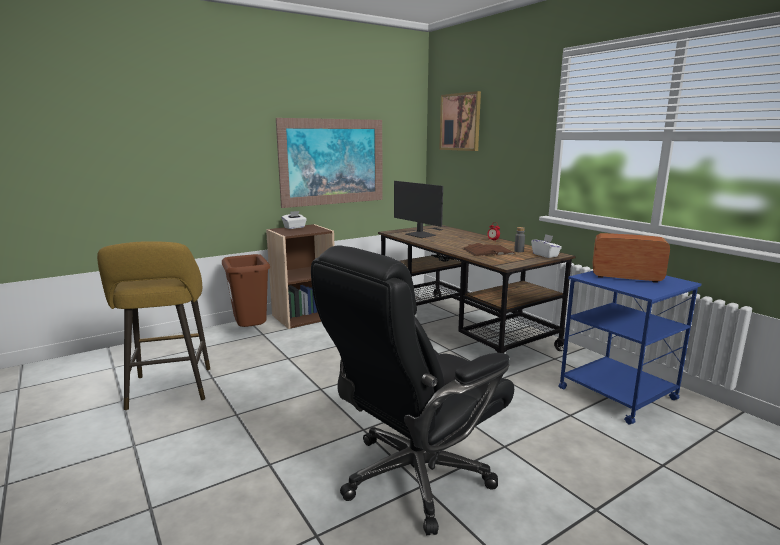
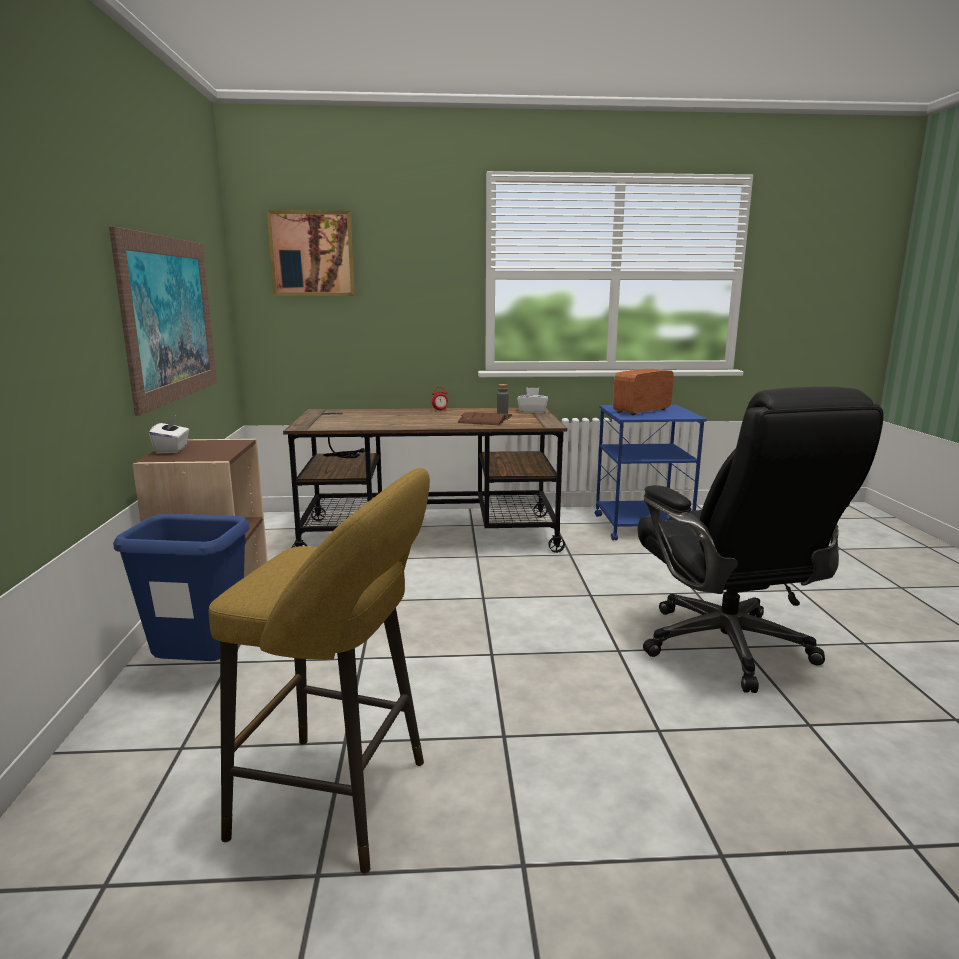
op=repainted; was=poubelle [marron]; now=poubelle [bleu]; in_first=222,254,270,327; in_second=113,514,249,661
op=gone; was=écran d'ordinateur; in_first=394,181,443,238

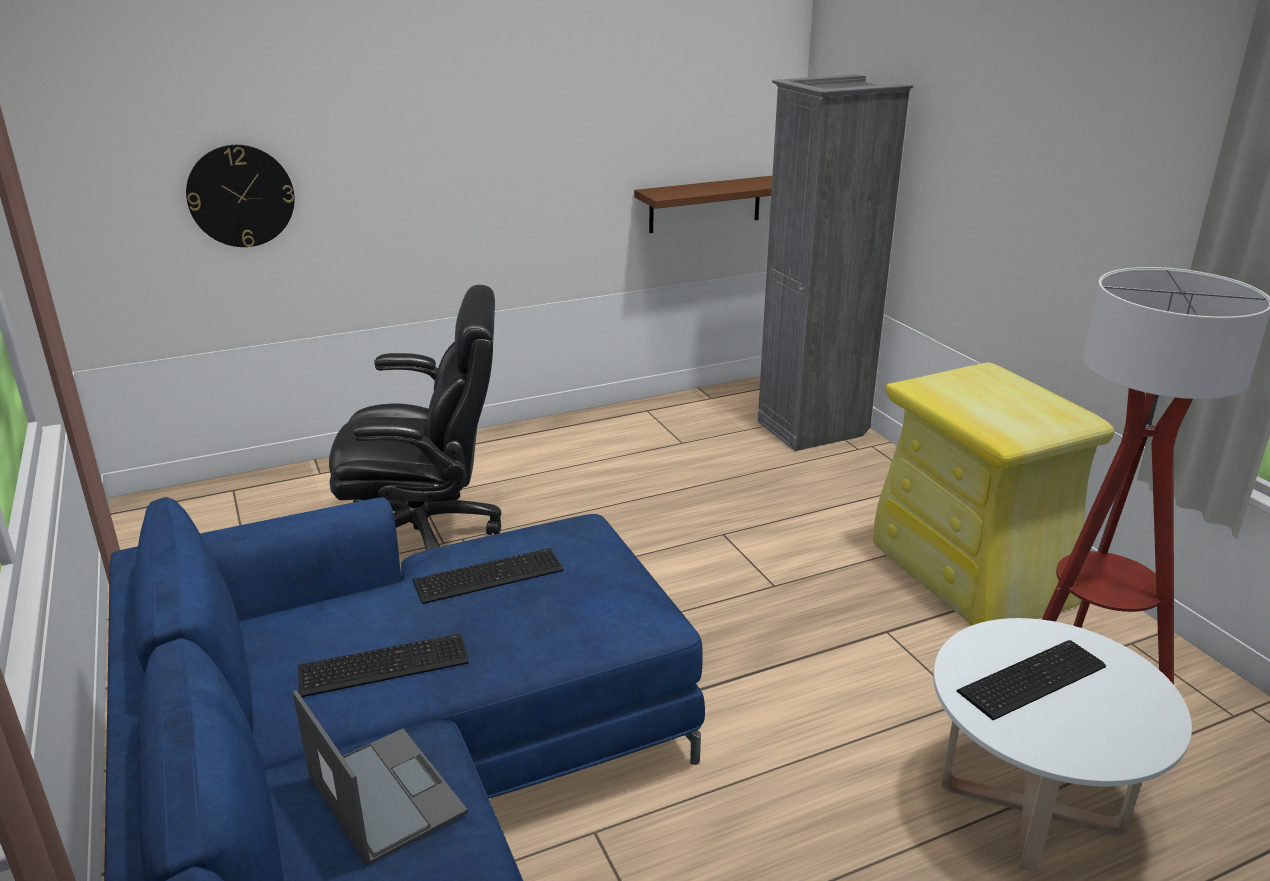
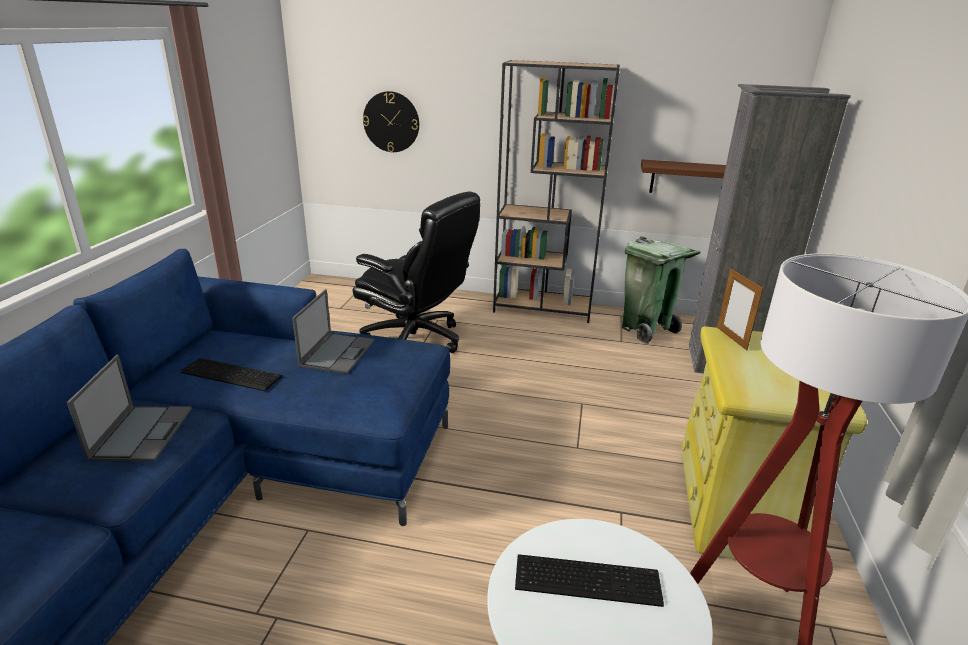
op=swapped; was=clavier; now=ordinateur portable; in_first=413,548,563,604; in_second=292,289,374,374
op=new; now=bibliothèque; in_second=493,60,620,323
op=new; now=poubelle [vert]; in_second=622,236,701,345
op=new; now=cadre photo; in_second=717,269,763,351

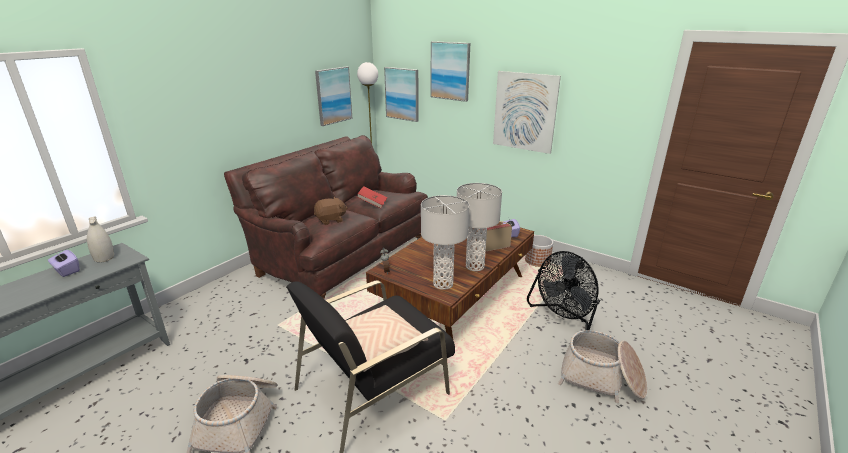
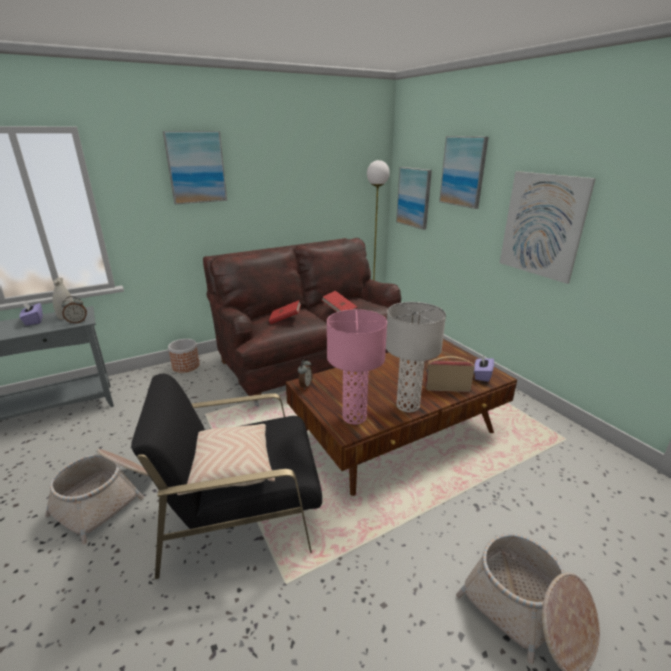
op=swapped; was=peluche [marron]; now=livre [rouge]; in_first=314,197,347,225; in_second=269,300,301,324
op=shifted; was=tableau; in_first=315,66,353,126; in_second=163,131,227,204
op=repainted; was=lampe de table [blanc]; now=lampe de table [rose]; in_first=421,195,469,290; in_second=327,309,387,424
op=shifted; was=cache-pot; in_first=525,235,553,267; in_second=168,339,200,373
op=gone; was=ventilateur [noir]; in_first=527,251,600,330
op=new; now=réveil; in_second=61,296,87,324

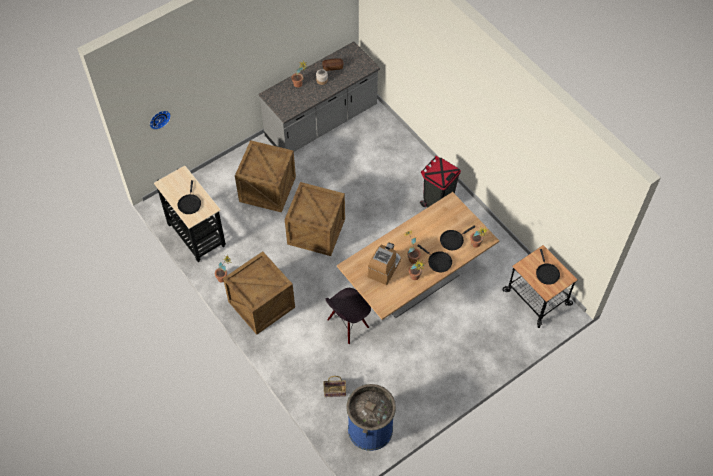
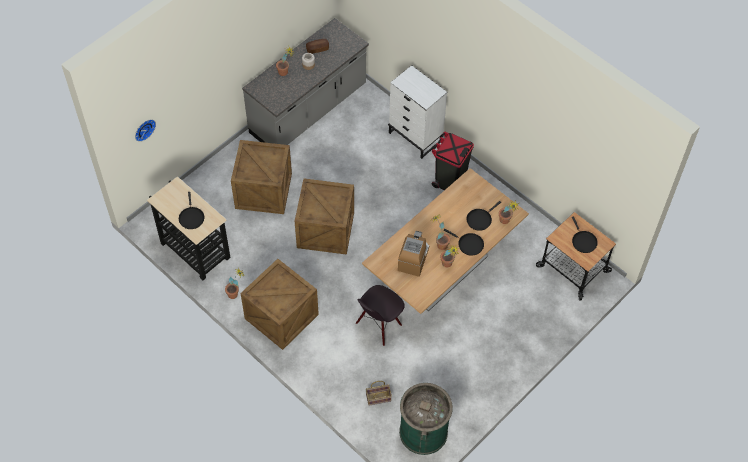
op=repainted; was=poubelle [bleu]; now=poubelle [vert]; in_first=346,384,396,451; in_second=399,383,453,455
op=new; now=commode [blanc]; in_second=388,65,448,159

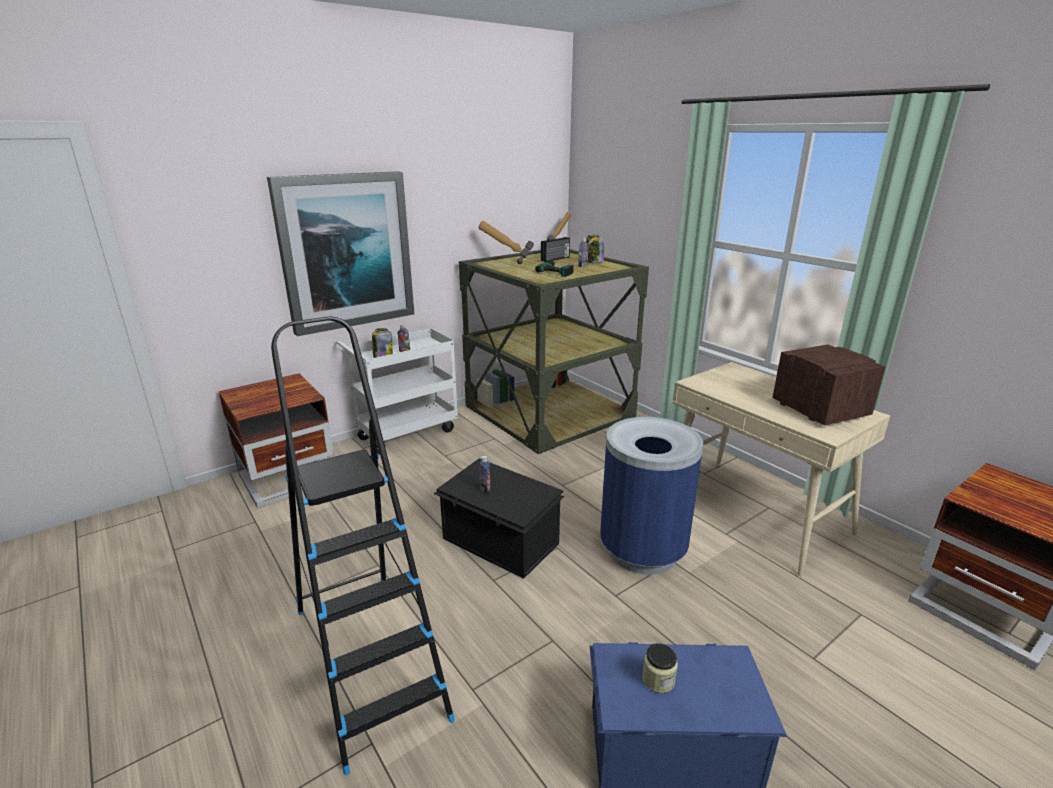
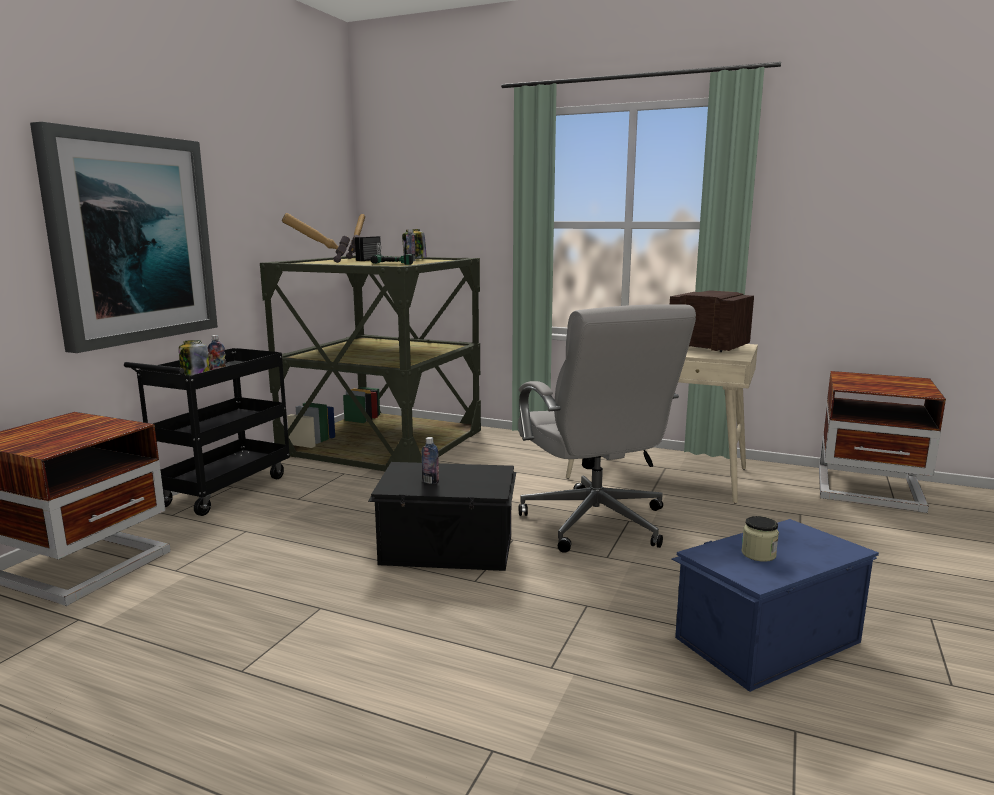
op=gone; was=escabeau [noir]; in_first=271,316,455,775
op=repainted; was=chariot [blanc]; now=chariot [noir]; in_first=336,328,458,455; in_second=124,348,290,516
op=swapped; was=poubelle [bleu]; now=chaise de bureau [gris]; in_first=600,417,703,575; in_second=518,304,696,553

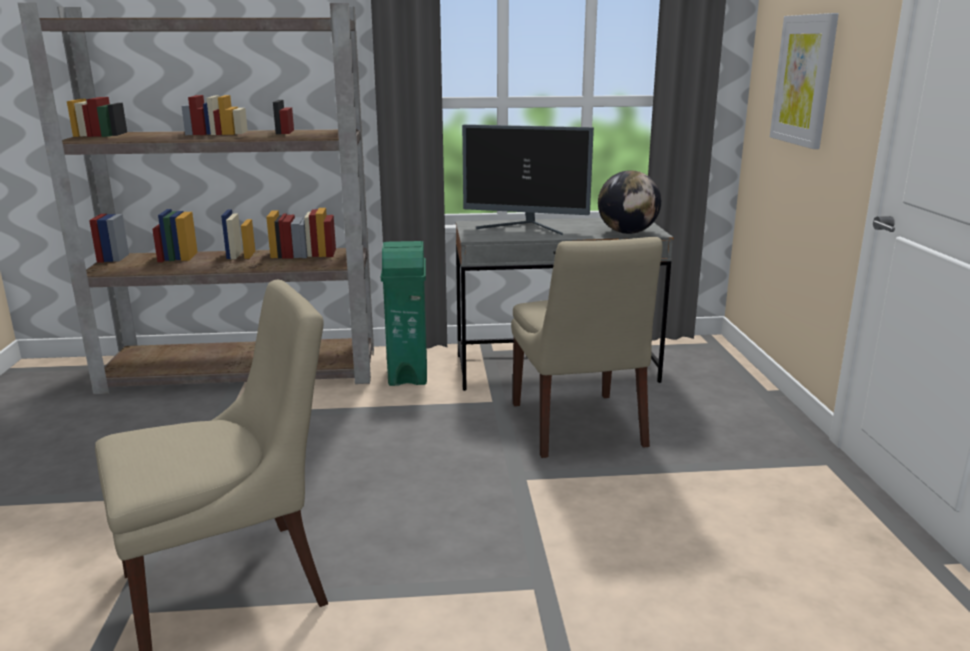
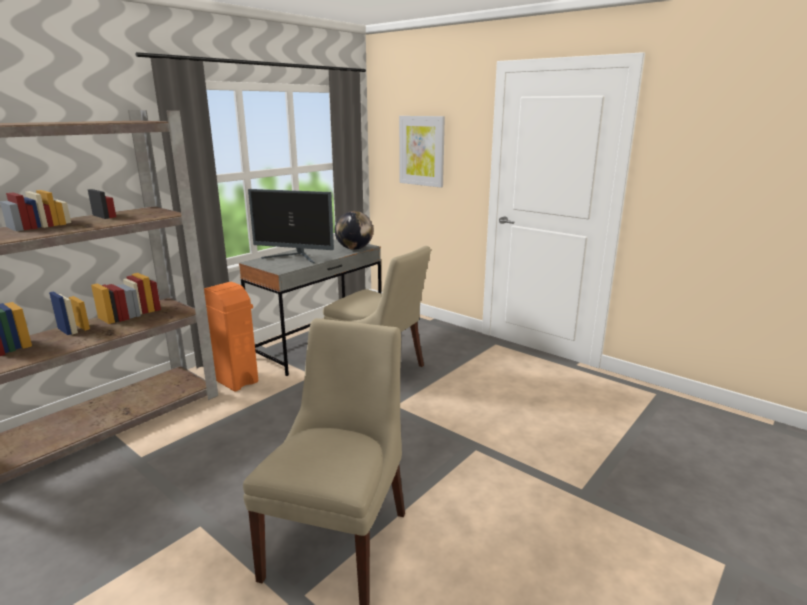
op=repainted; was=poubelle [vert]; now=poubelle [orange]; in_first=381,241,427,386; in_second=204,282,258,391
op=rotated; was=écran d'ordinateur; in_first=462,124,594,235; in_second=248,189,334,264; clockwise=45

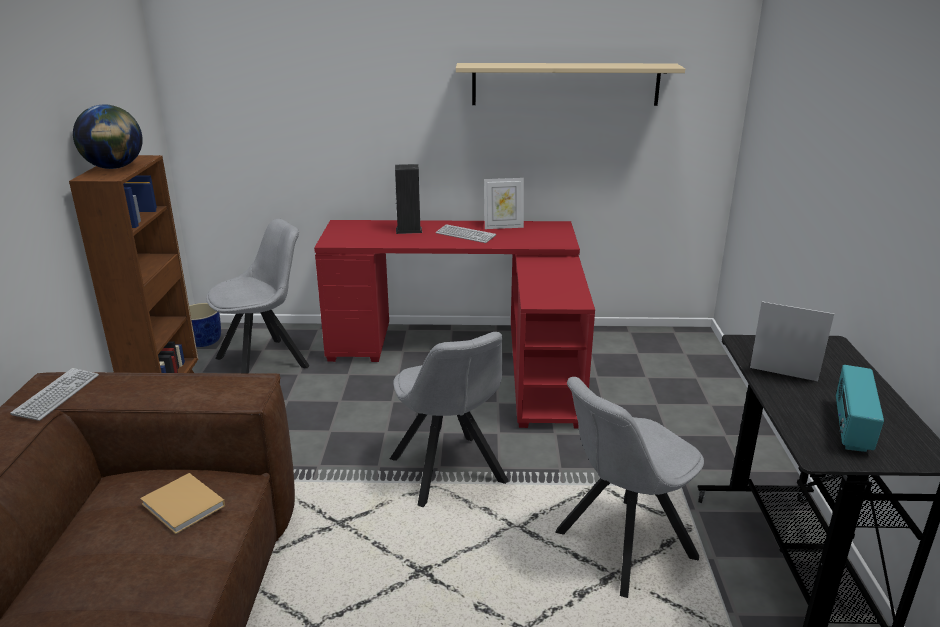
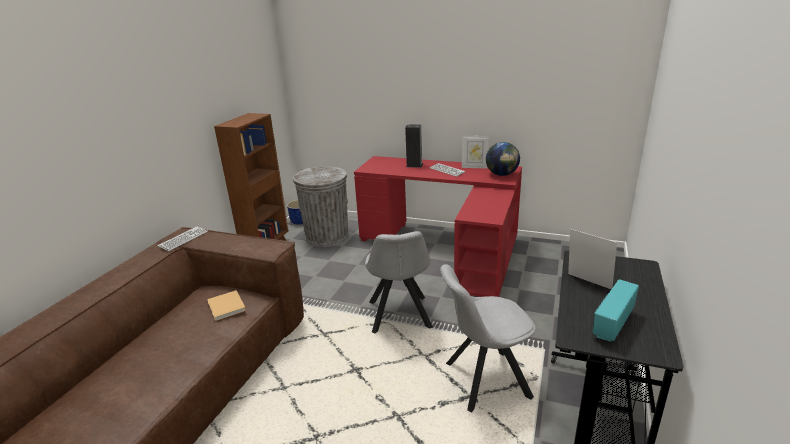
op=shifted; was=globe; in_first=73,105,143,169; in_second=486,142,520,176
op=swapped; was=chaise [gris]; now=poubelle [gris]; in_first=206,219,309,374; in_second=293,167,349,247
op=gone; was=étagère [beige]; in_first=456,63,685,106

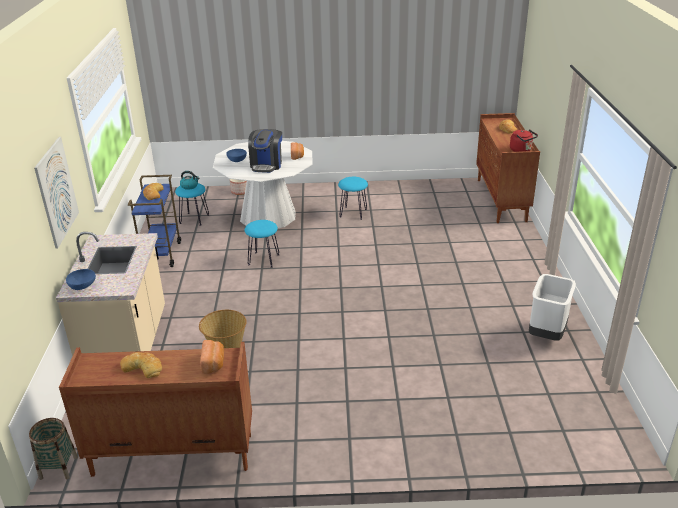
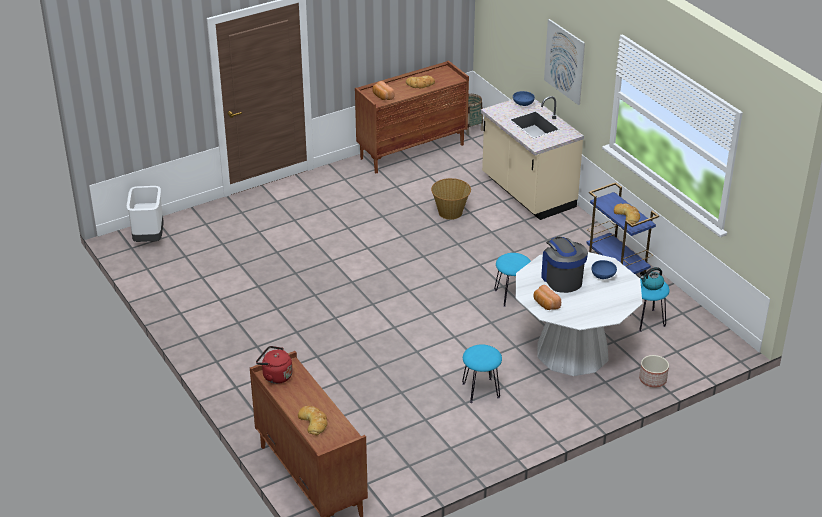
op=shifted; was=poubelle [blanc]; in_first=529,274,576,341; in_second=127,186,164,242

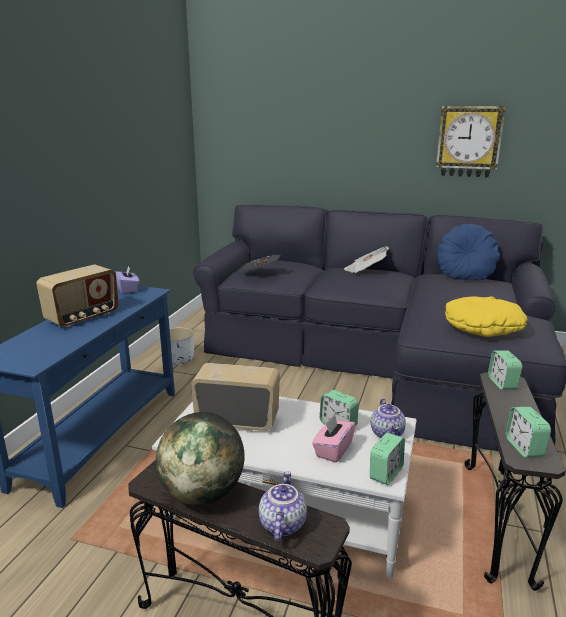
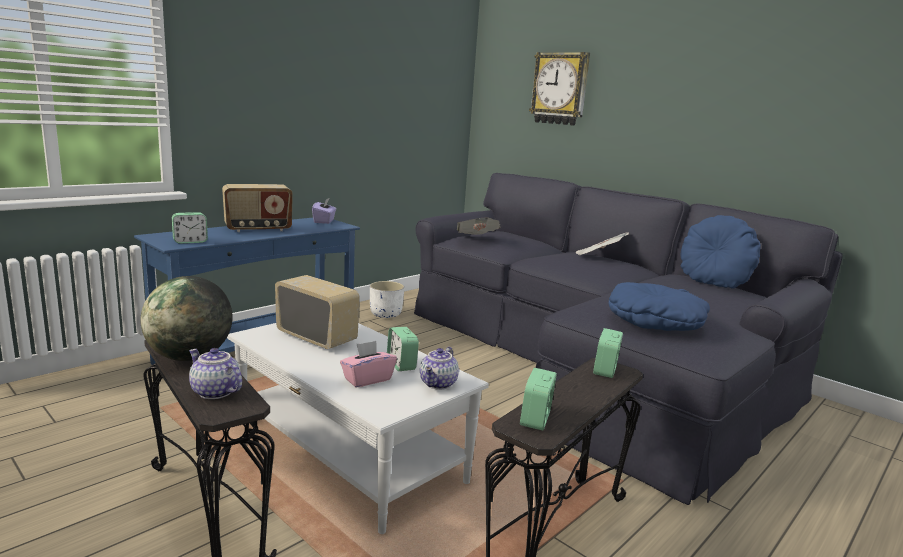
op=rotated; was=théière; in_first=259,471,307,541; in_second=189,348,242,399; clockwise=-90
op=shifted; was=réveil; in_first=370,433,405,485; in_second=172,212,208,244
op=shifted; was=horloge murale; in_first=436,106,506,177; in_second=529,52,590,126
op=repainted; was=coussin [jaune]; now=coussin [bleu]; in_first=445,296,527,337; in_second=609,282,710,331

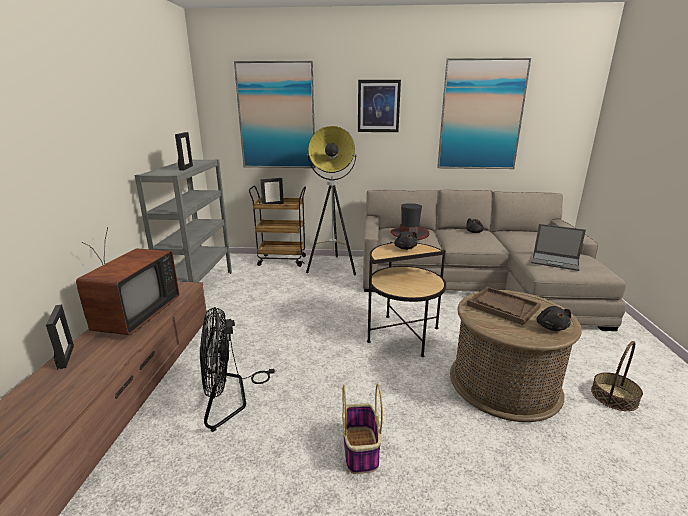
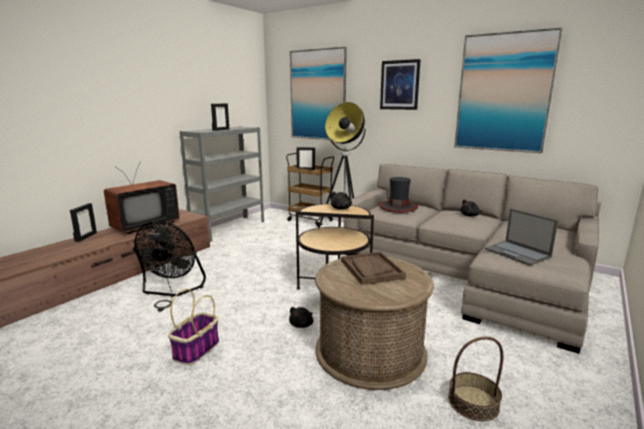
op=rotated; was=ventilateur [noir]; in_first=200,307,276,432; in_second=132,221,206,312; clockwise=90
op=shifted; was=peluche [noir]; in_first=537,306,571,331; in_second=289,307,313,328

